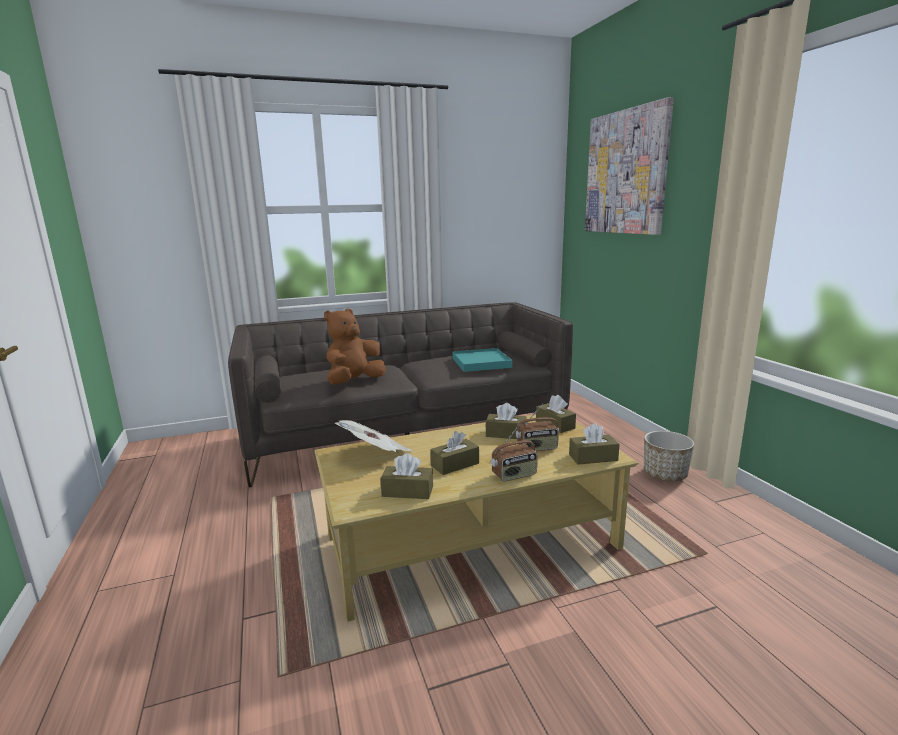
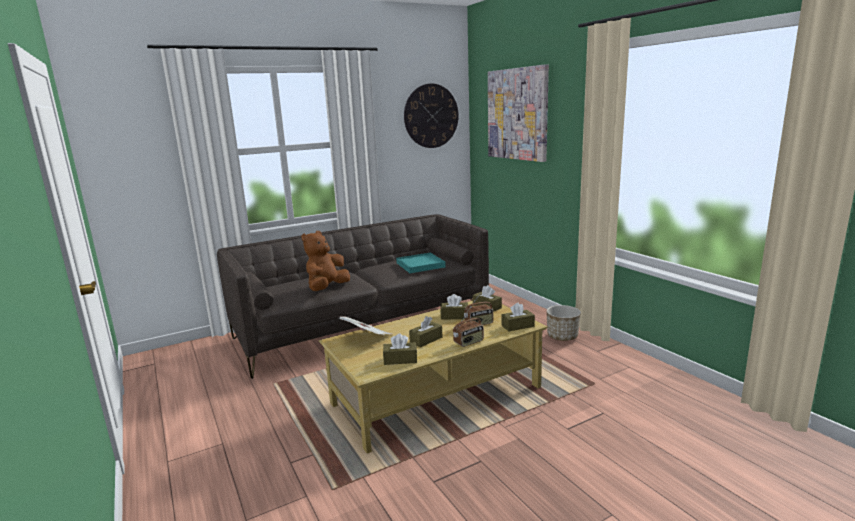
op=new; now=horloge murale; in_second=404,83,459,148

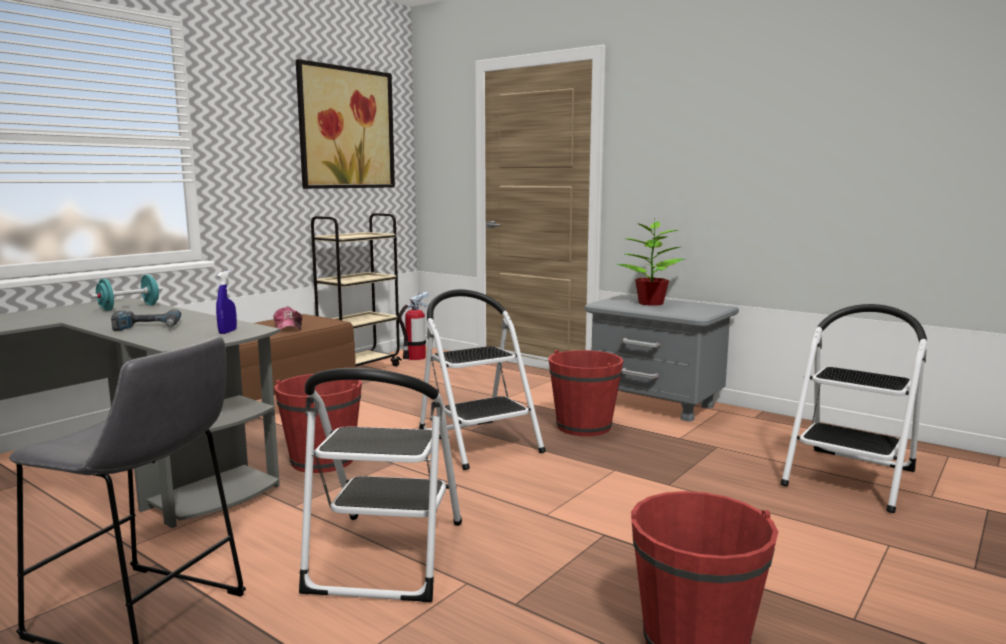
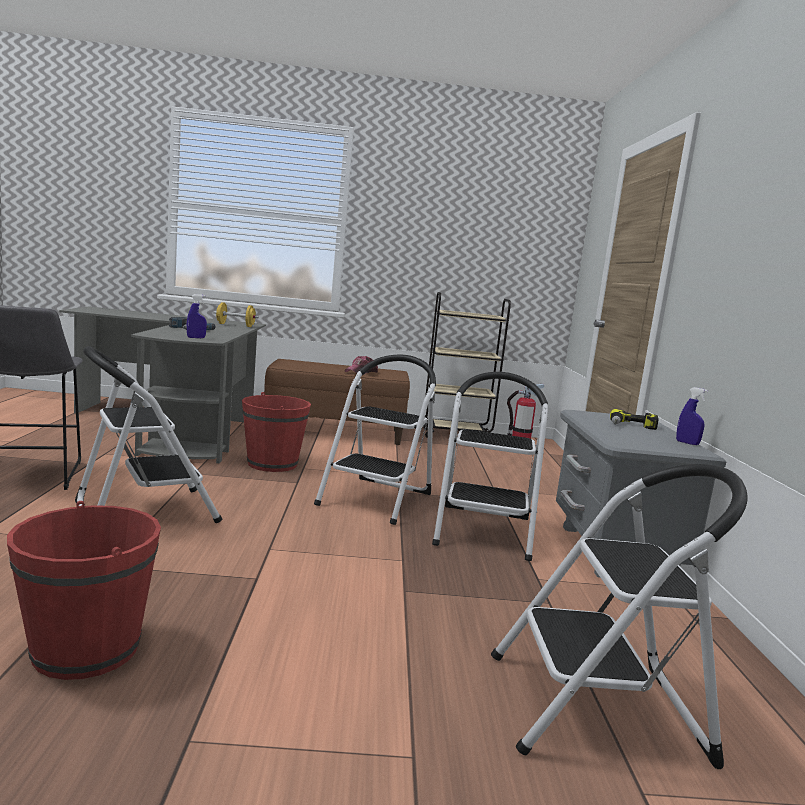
op=repainted; was=haltère [turquoise]; now=haltère [jaune]; in_first=91,275,162,311; in_second=213,302,259,327
op=gone; was=tableau; in_first=296,59,395,189
op=swapped; was=seau [rouge]; now=escabeau; in_first=549,350,623,436; in_second=432,372,548,561
op=swapped; was=plante en pot; now=perceuse; in_first=617,218,685,306; in_second=610,409,659,430
op=new; now=vaporisateur [bleu]; in_second=676,387,708,445

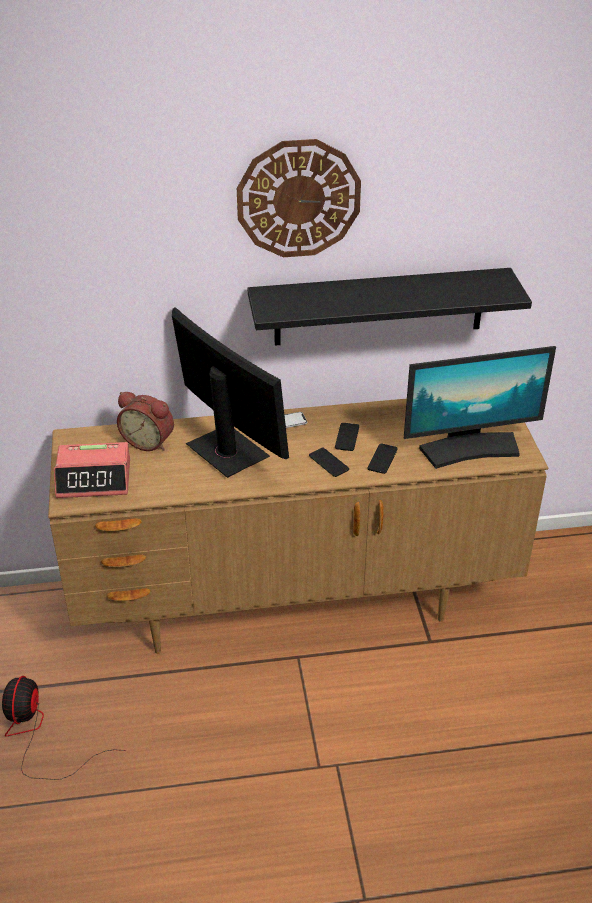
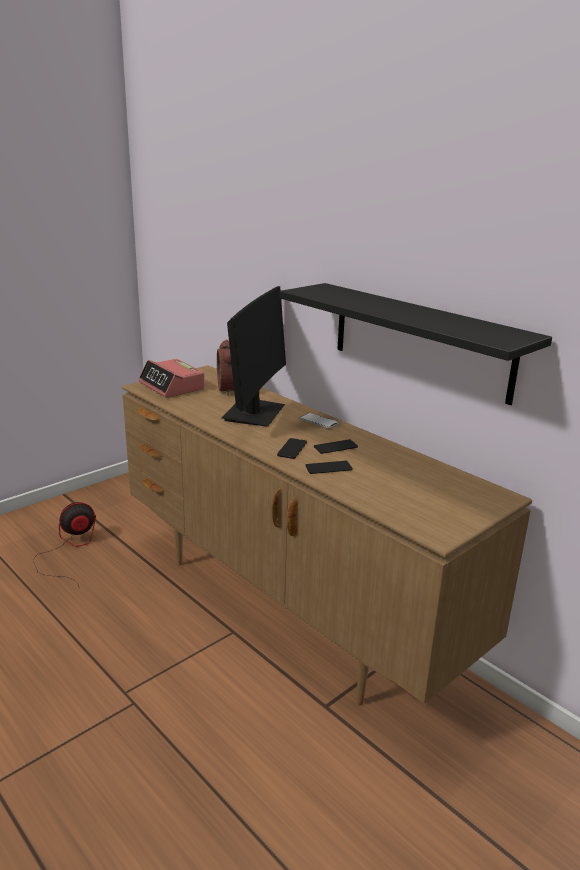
op=gone; was=horloge murale; in_first=237,139,361,257
op=gone; was=écran d'ordinateur; in_first=404,346,556,469

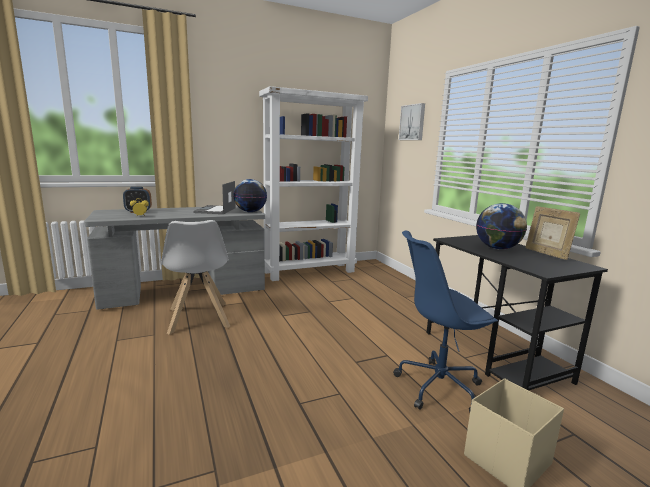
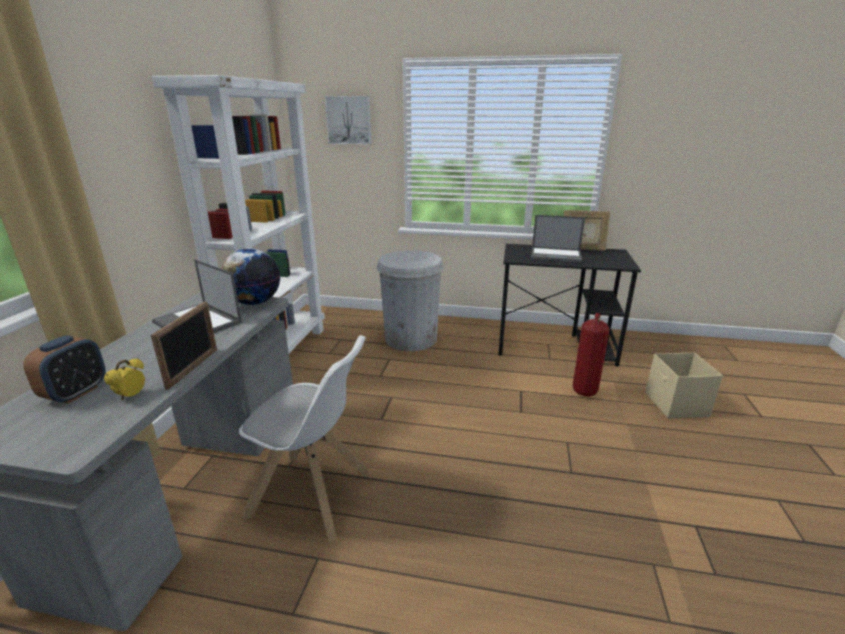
op=swapped; was=chaise de bureau [bleu]; now=extincteur; in_first=393,231,498,413; in_second=573,313,609,397
op=swapped; was=globe; now=ordinateur portable; in_first=476,203,527,249; in_second=531,215,585,263
op=new; now=cadre photo; in_second=151,302,217,390
op=new; now=poubelle [blanc]; in_second=377,250,444,351

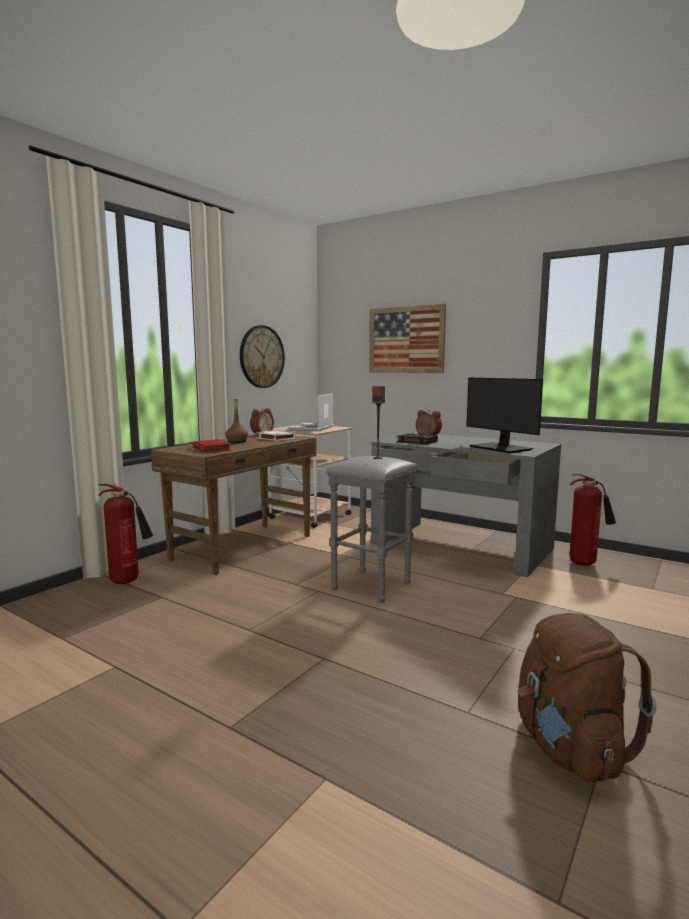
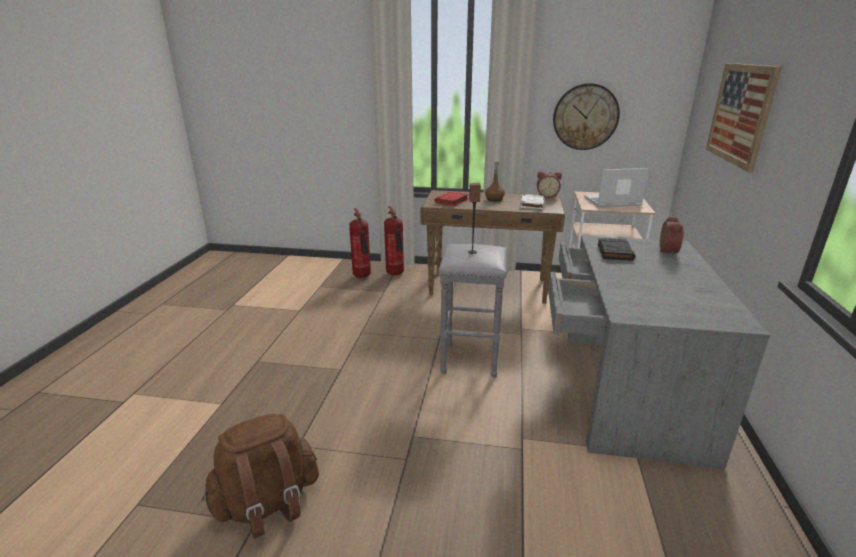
op=gone; was=écran d'ordinateur; in_first=466,378,543,453
op=shifted; was=extincteur; in_first=569,474,616,566; in_second=349,208,371,278

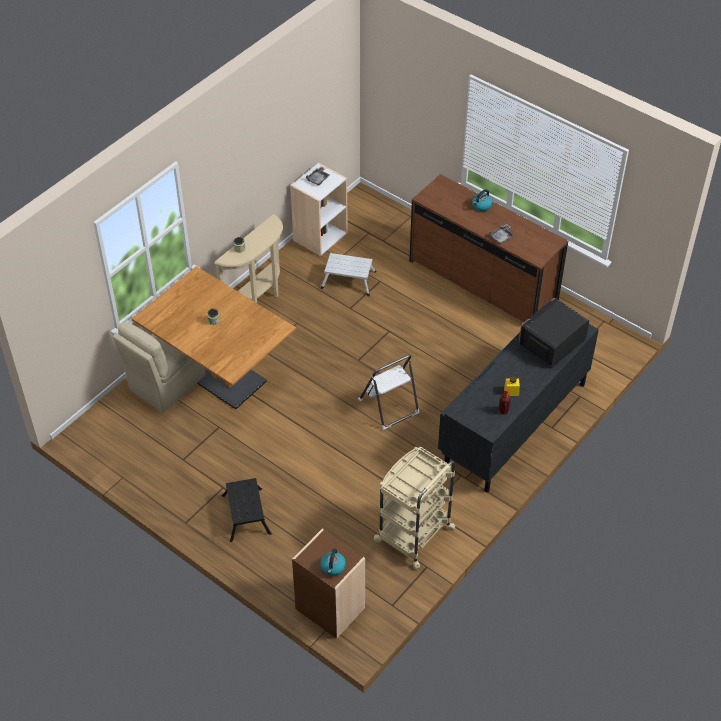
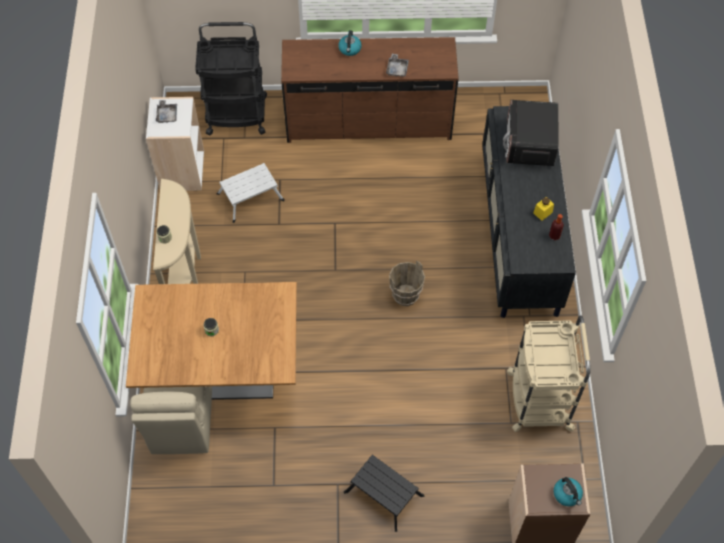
op=swapped; was=escabeau [blanc]; now=seau [marron]; in_first=358,355,420,430; in_second=389,261,425,306
op=new; now=chariot [noir]; in_second=195,22,267,136

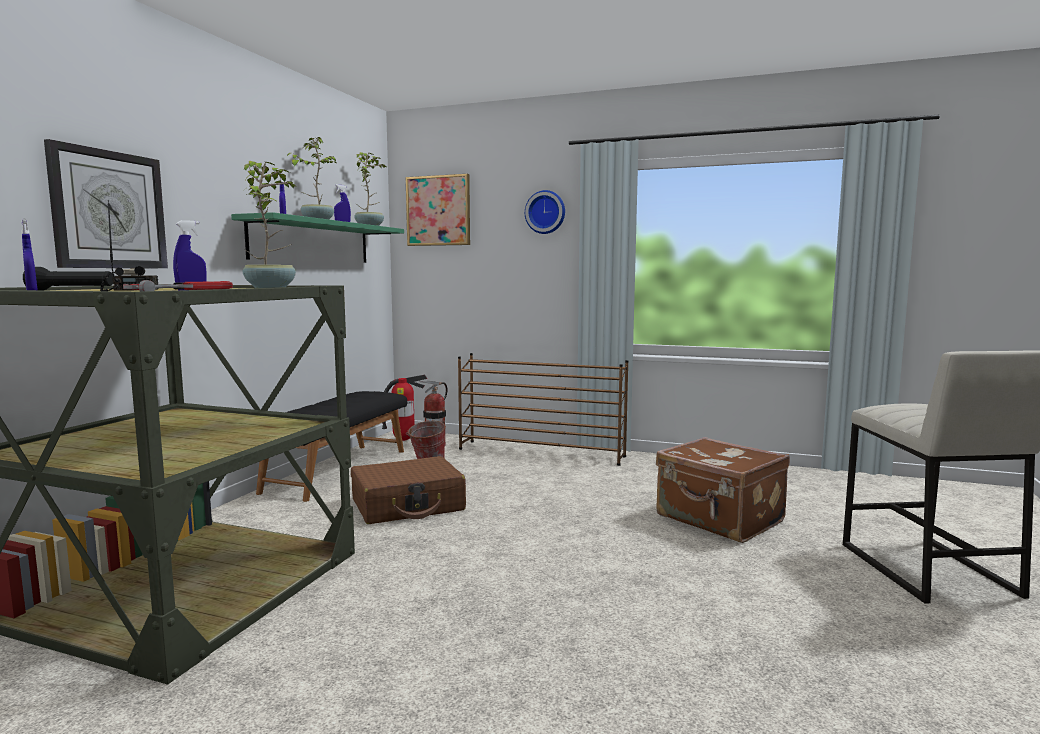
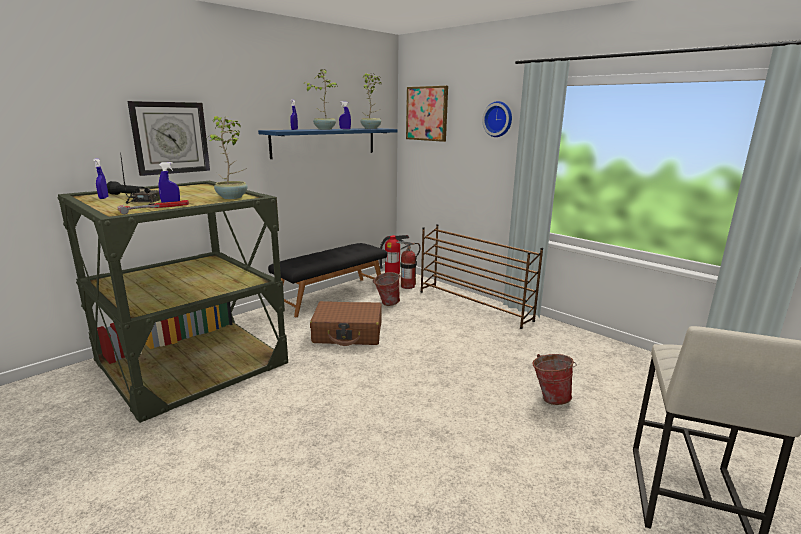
op=repainted; was=étagère [vert]; now=étagère [bleu]; in_first=231,212,404,263; in_second=258,128,398,159
op=swapped; was=valise [marron]; now=seau; in_first=656,437,790,543; in_second=532,354,577,405

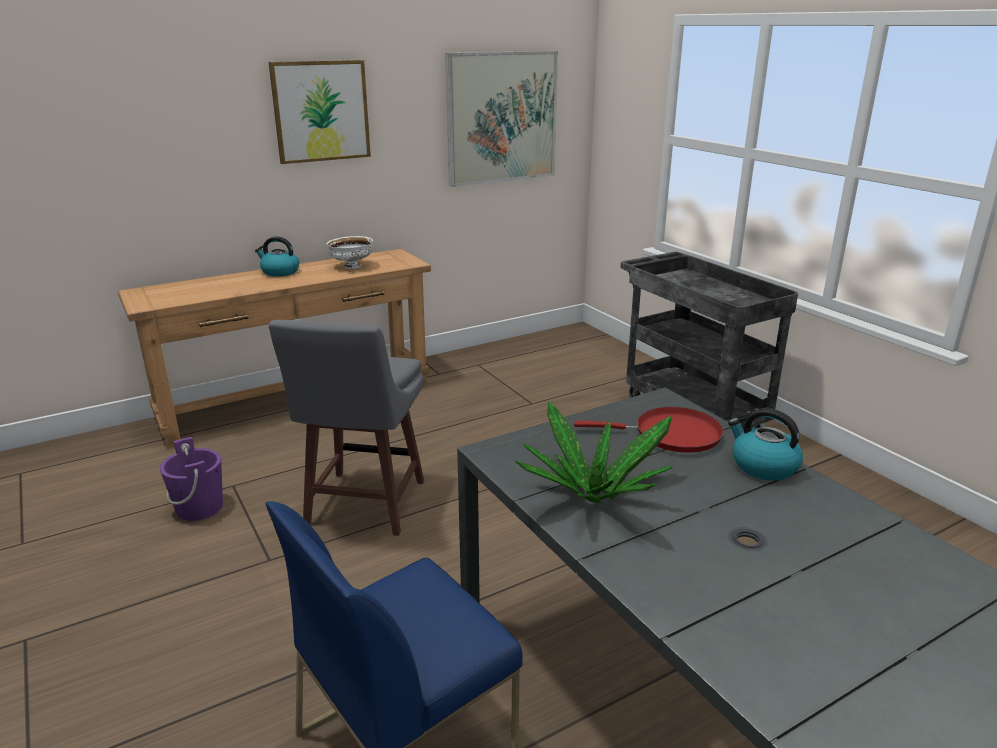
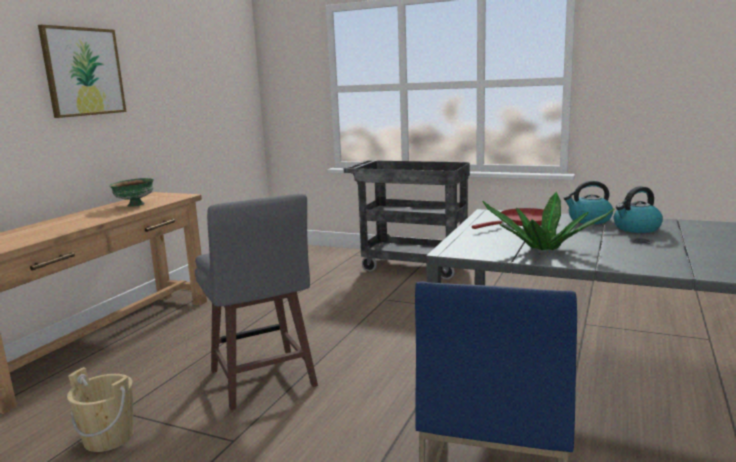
op=repainted; was=seau [violet]; now=seau [beige]; in_first=160,437,223,521; in_second=67,367,134,452
op=shifted; was=bouilloire; in_first=255,236,299,277; in_second=614,186,663,233
op=repainted; was=bol [blanc]; now=bol [vert]; in_first=326,236,373,269; in_second=109,178,154,207
op=gone; was=tableau; in_first=445,51,558,187

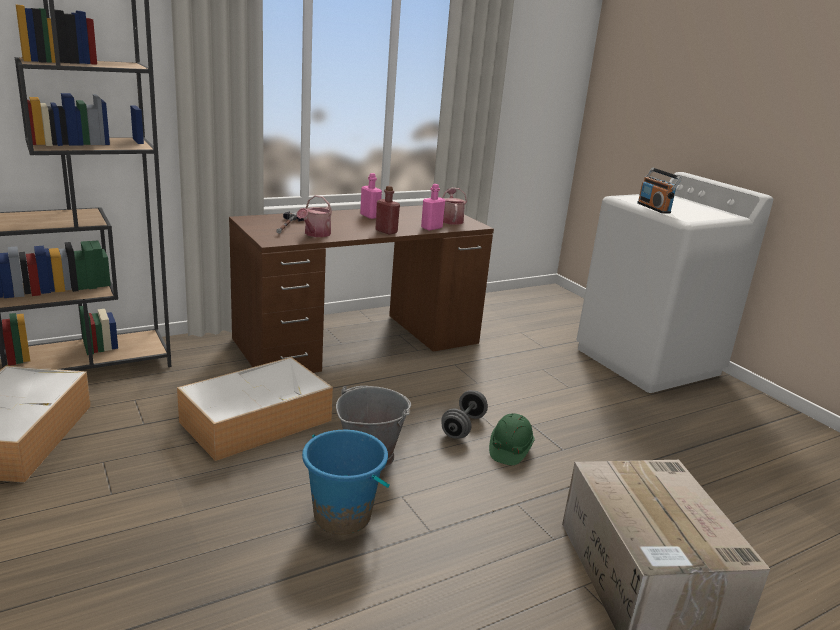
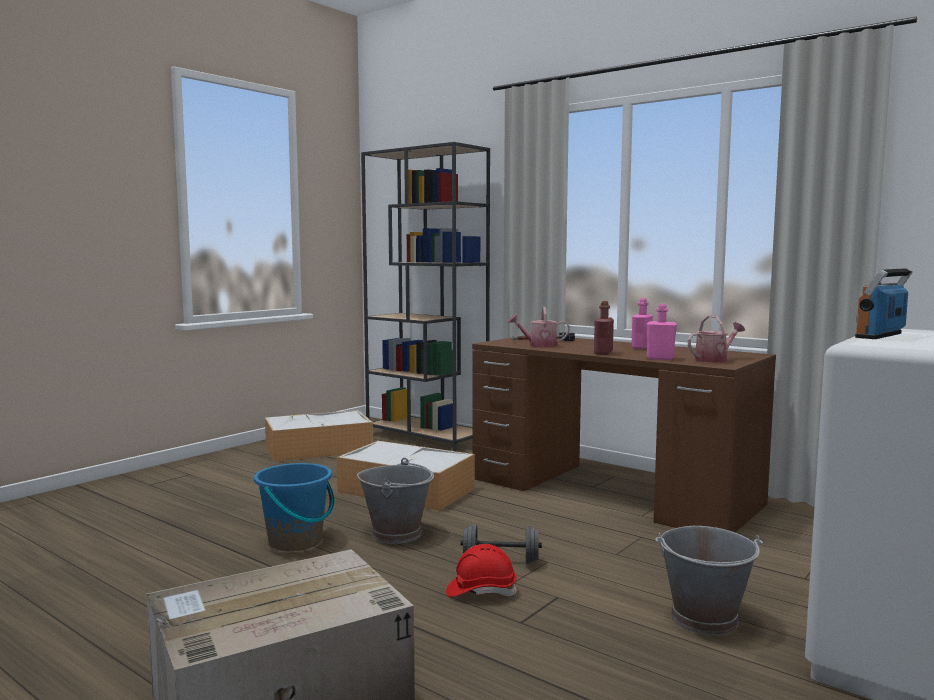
op=repainted; was=casque de chantier [vert]; now=casque de chantier [rouge]; in_first=489,413,535,465; in_second=446,544,517,597
op=new; now=seau [gris]; in_second=655,526,763,635

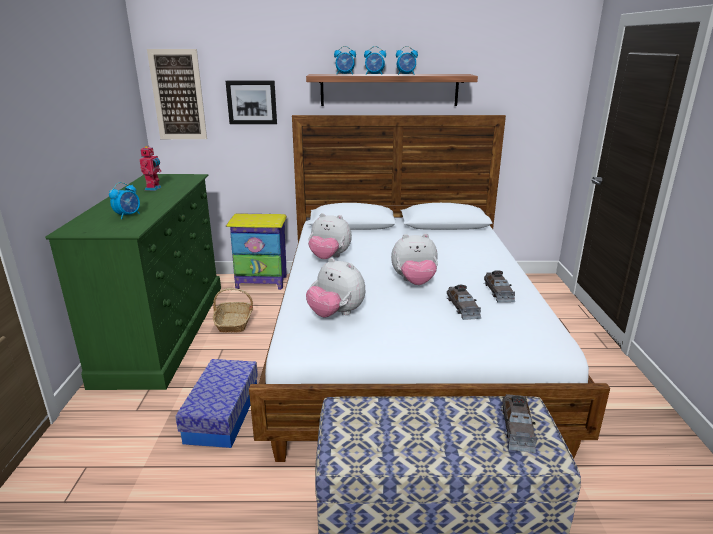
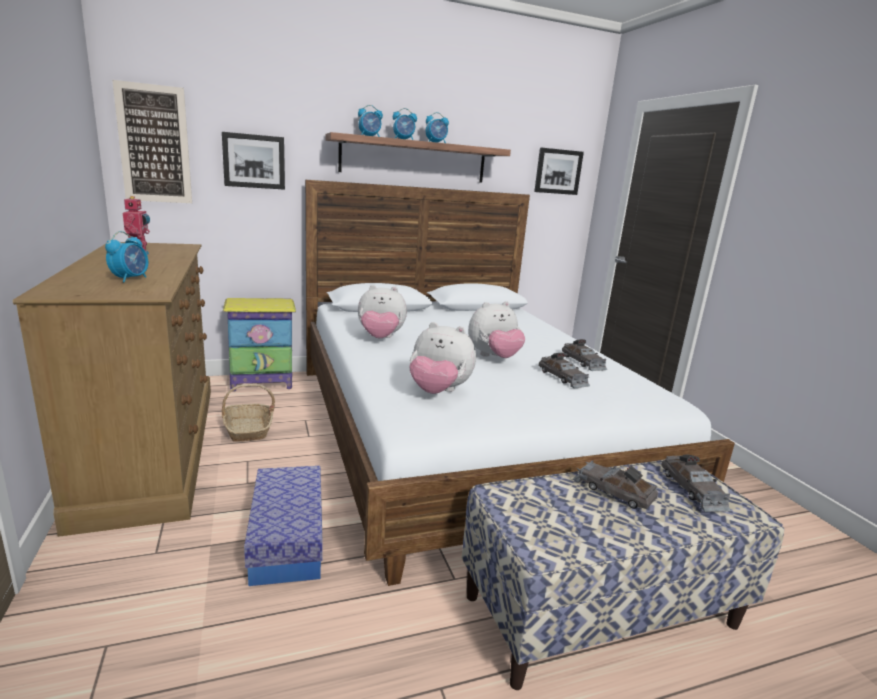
op=repainted; was=commode [vert]; now=commode [marron]; in_first=45,174,221,390; in_second=13,242,211,537
op=new; now=tableau; in_second=534,148,584,195
op=new; now=petite voiture [gris]; in_second=572,460,658,509

